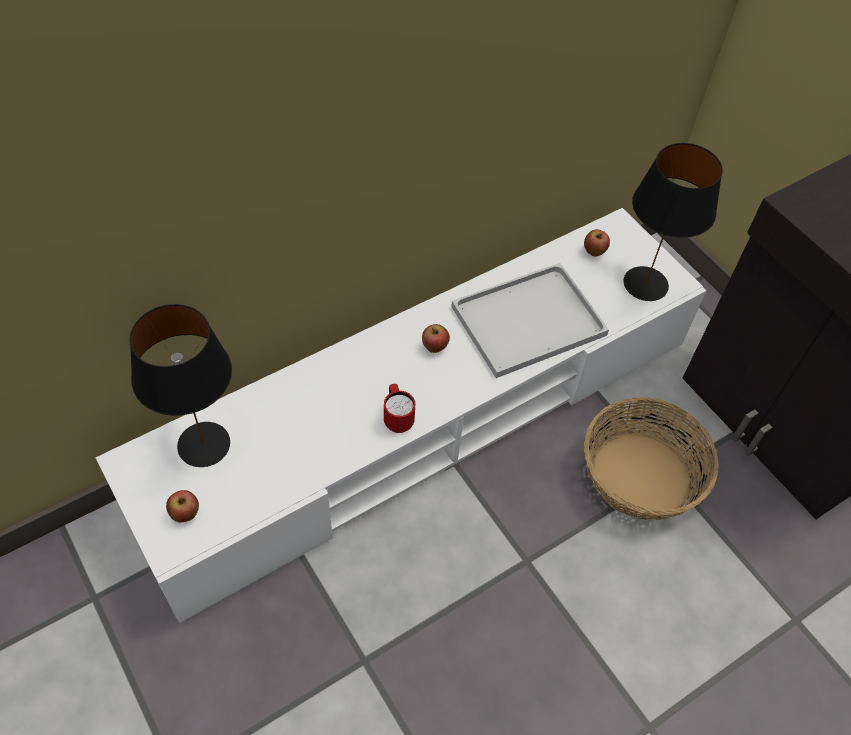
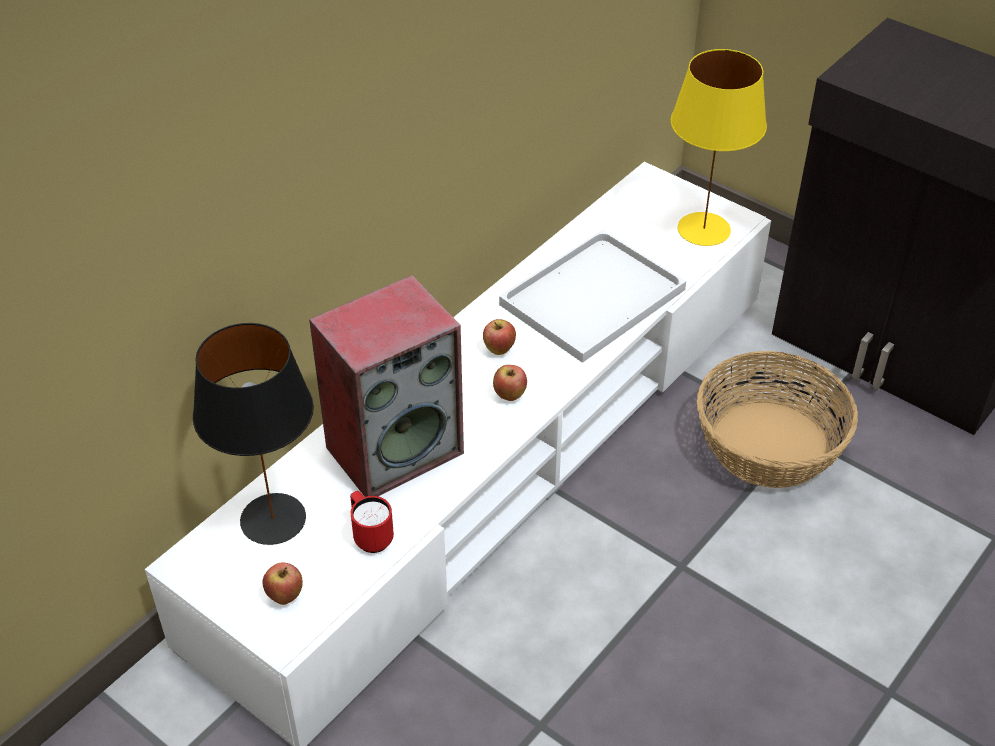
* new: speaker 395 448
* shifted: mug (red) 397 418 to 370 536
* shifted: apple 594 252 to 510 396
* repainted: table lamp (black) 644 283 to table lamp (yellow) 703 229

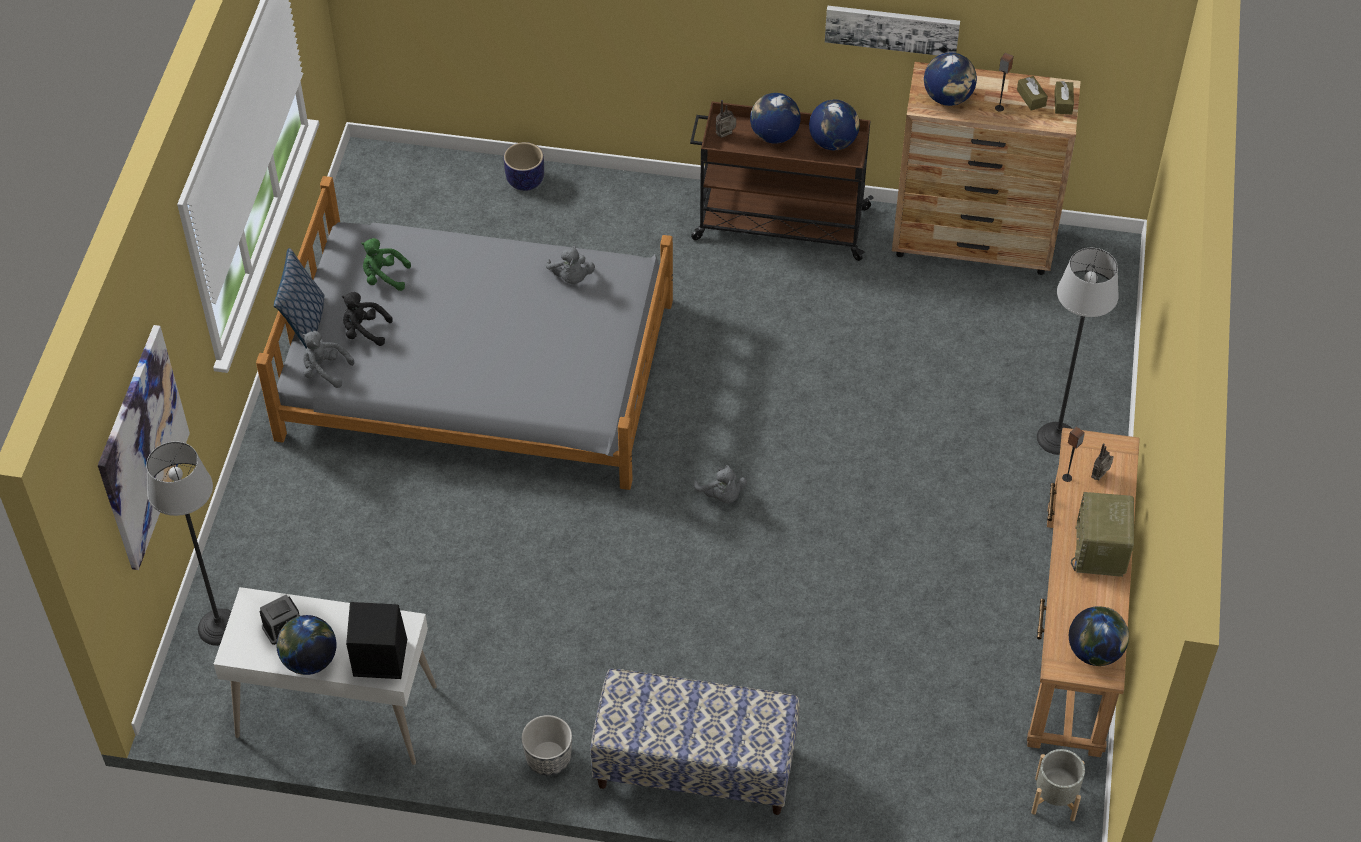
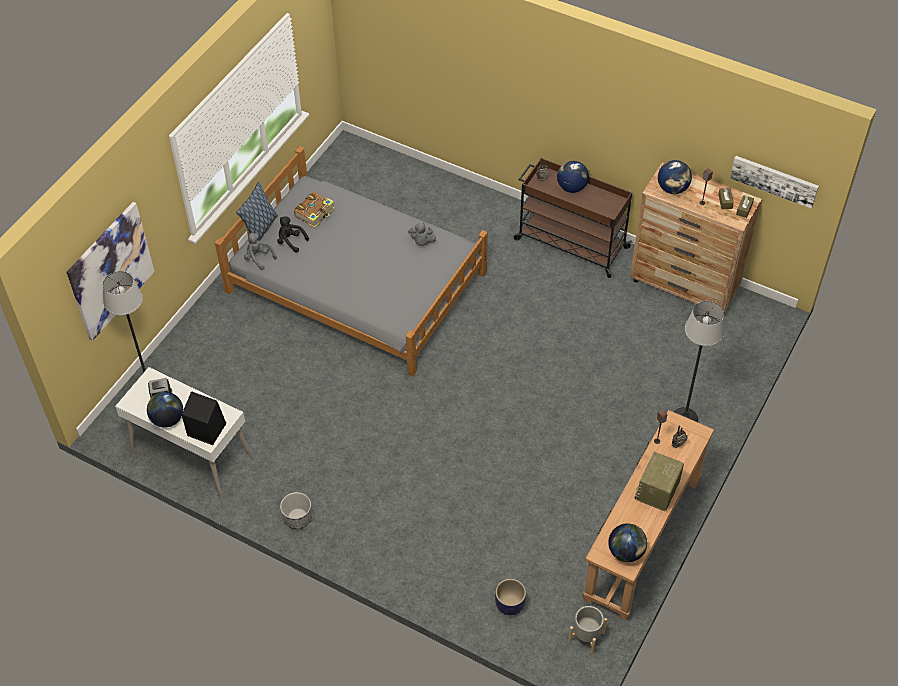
* gone: bench 694 767
* gone: plush toy (grey) 722 495
* gone: globe 833 142
* shifted: planter 525 180 to 510 604
* shifted: picture 892 29 to 774 180
* swapped: plush toy (green) 384 277 to book 315 213

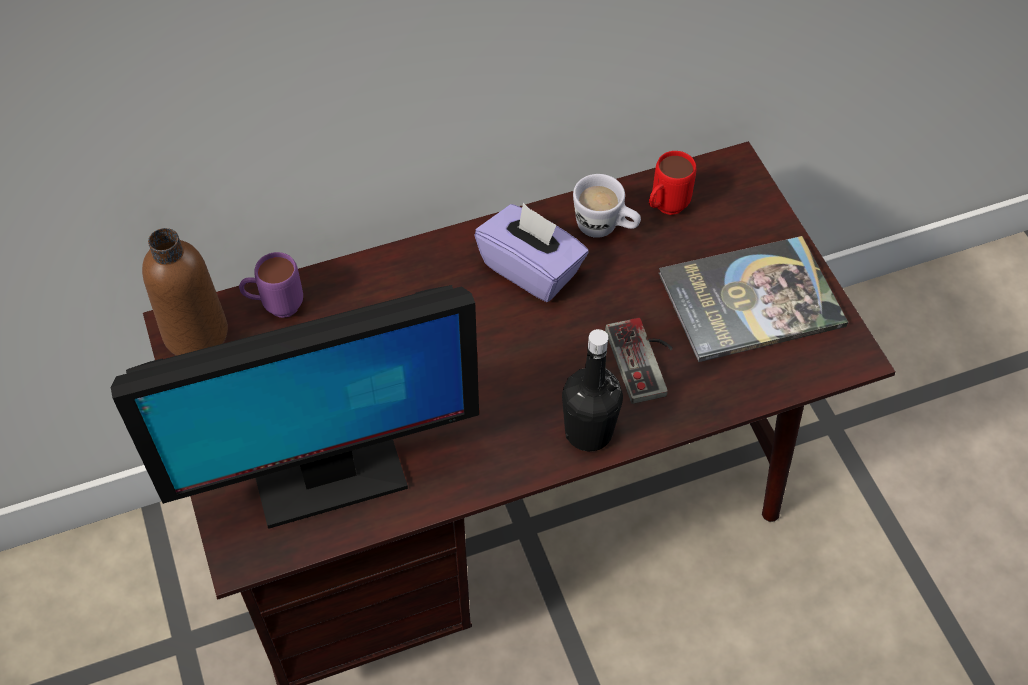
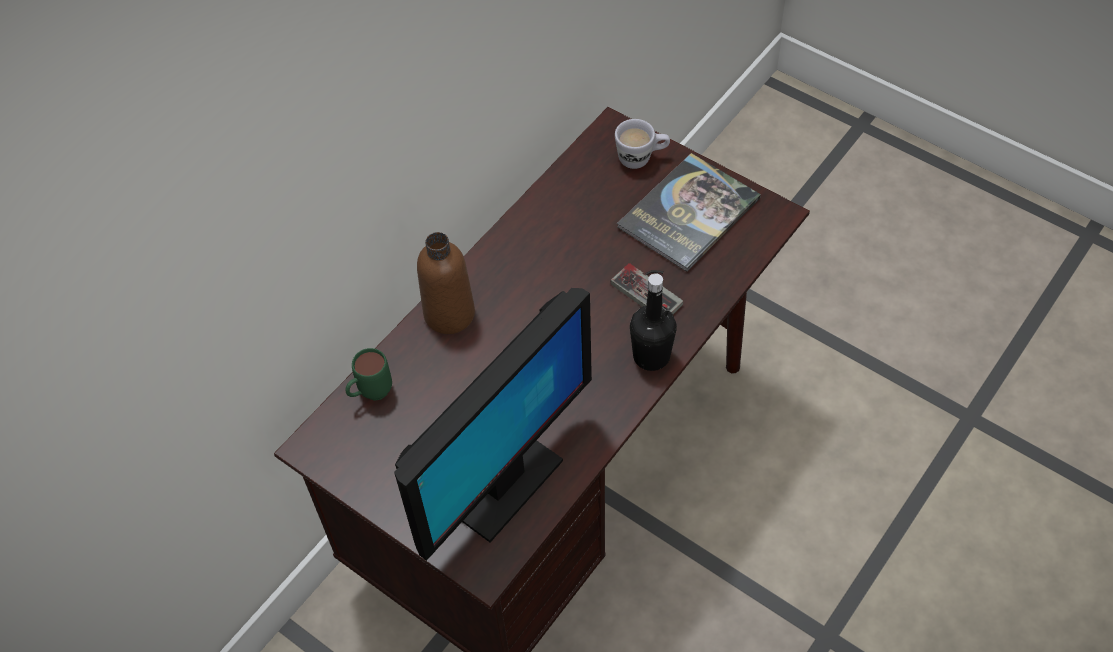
* gone: tissue box (purple) 531 269
* gone: mug (red) 664 209
* shifted: bottle (brown) 196 333 to 449 314
* shifted: mug (white) 605 228 to 641 158
* repainted: mug (purple) 275 307 to mug (green) 370 394

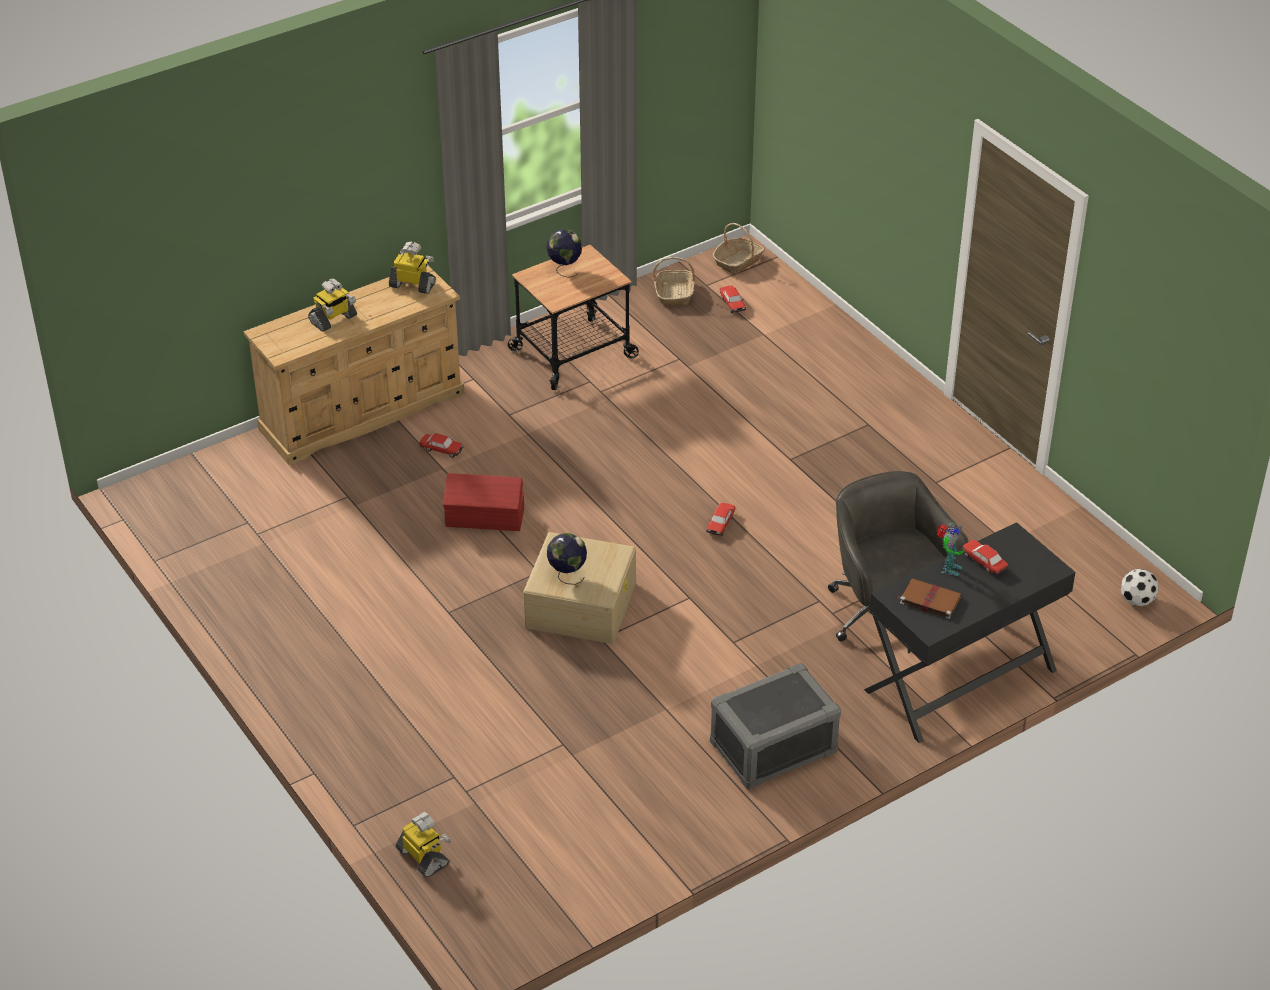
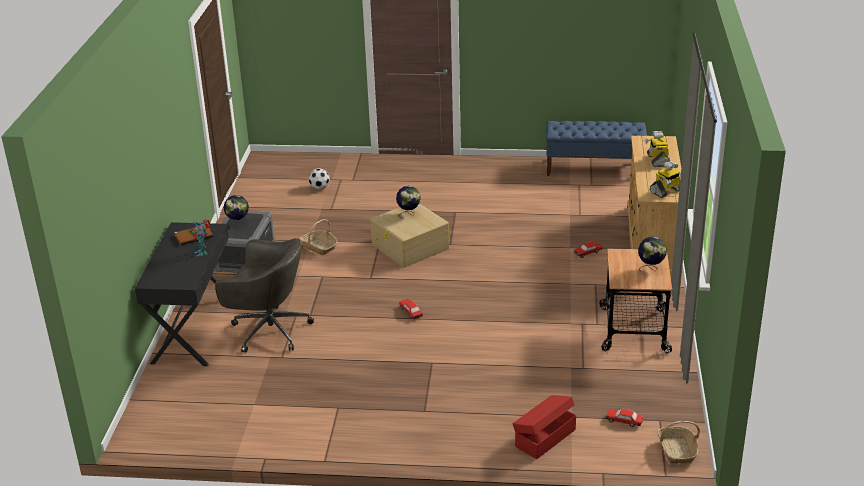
* gone: toy robot 424 857
* gone: toy car 984 562
* new: globe 238 224
* new: bench (blue) 594 168
* shifted: storage box (red) 485 518 to 544 438
* shifted: basket 674 293 to 319 247
* shifted: football 1136 600 to 320 187

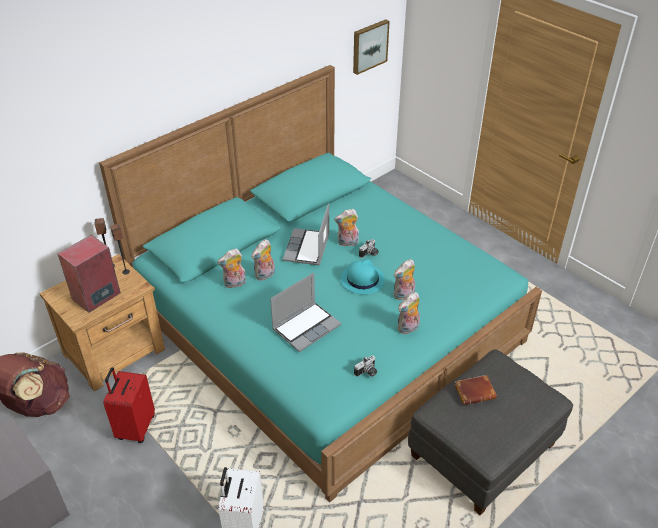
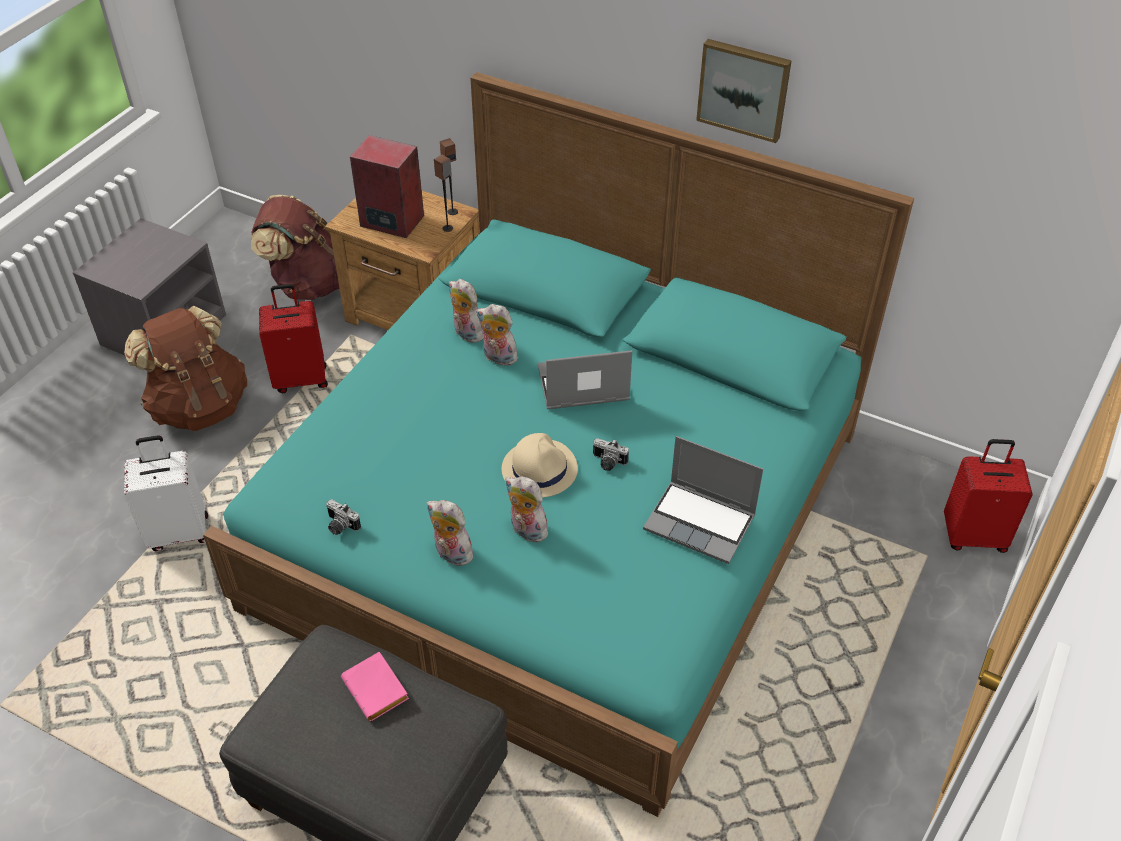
* gone: plush toy 347 243
* new: backpack (brown) 199 406
* new: suitcase (red) 973 535
* shifted: laptop 306 326 to 701 522
* shifted: picture 369 46 to 744 89
* repainted: hat (turquoise) 362 279 to hat (beige) 539 469
* repainted: book (brown) 475 391 to book (pink) 378 690

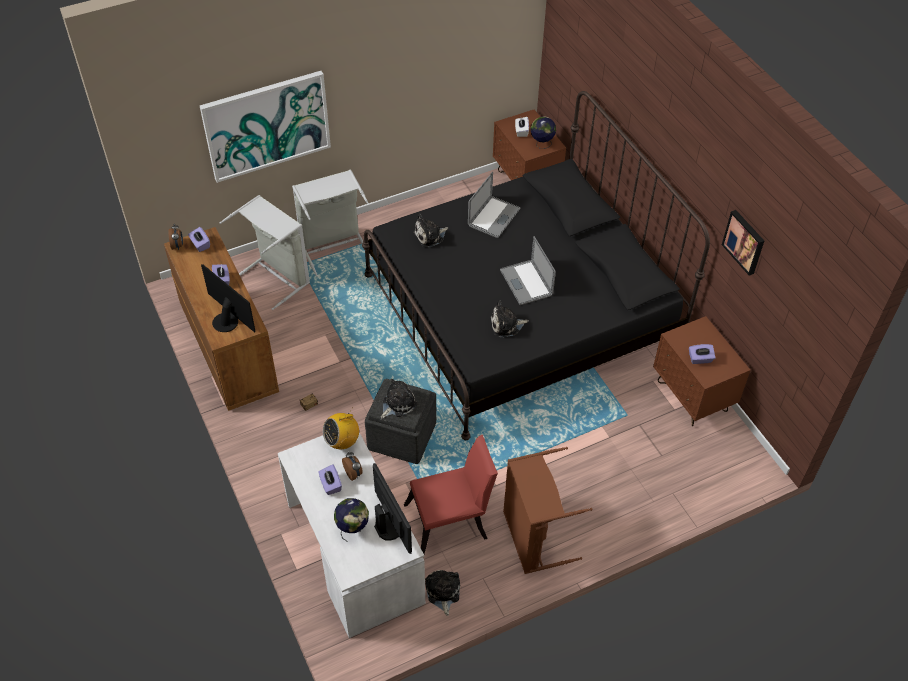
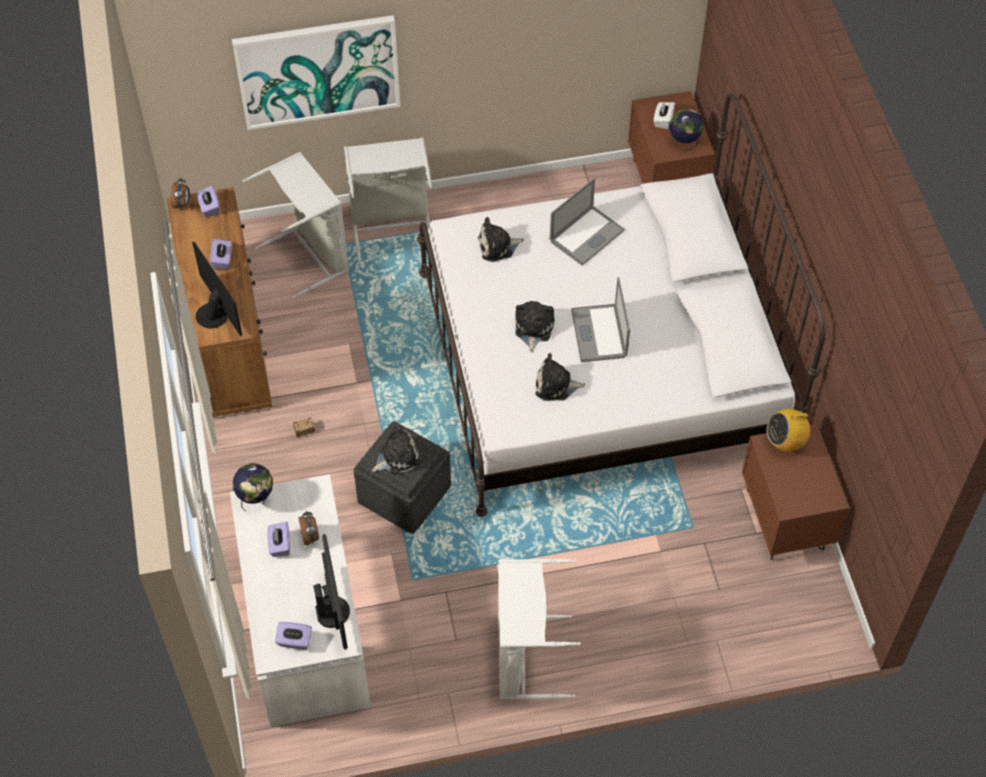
* gone: chair (red) 451 521
* gone: picture 744 241
* shifted: radio 342 442 to 785 442
* shifted: globe 353 529 to 256 499
* shifted: plush toy 442 592 to 533 329
* shifted: tissue box (purple) 700 359 to 294 641
* repainted: bed (black) 520 311 to bed (white) 601 361
* repainted: laundry basket (brown) 532 538 to laundry basket (white) 523 657

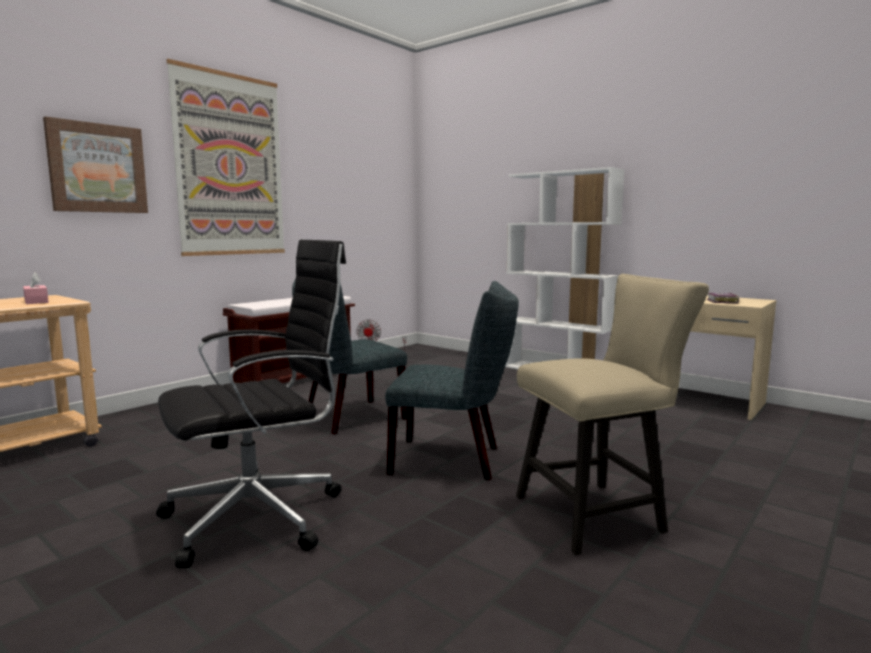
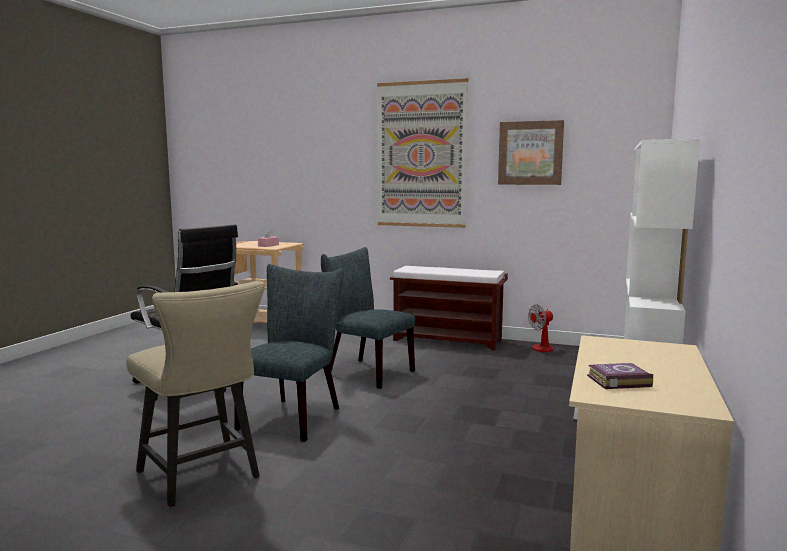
* shifted: picture 97 168 to 530 153
* rotated: chair (grey) 453 460 = 294 416 150 degrees counterclockwise

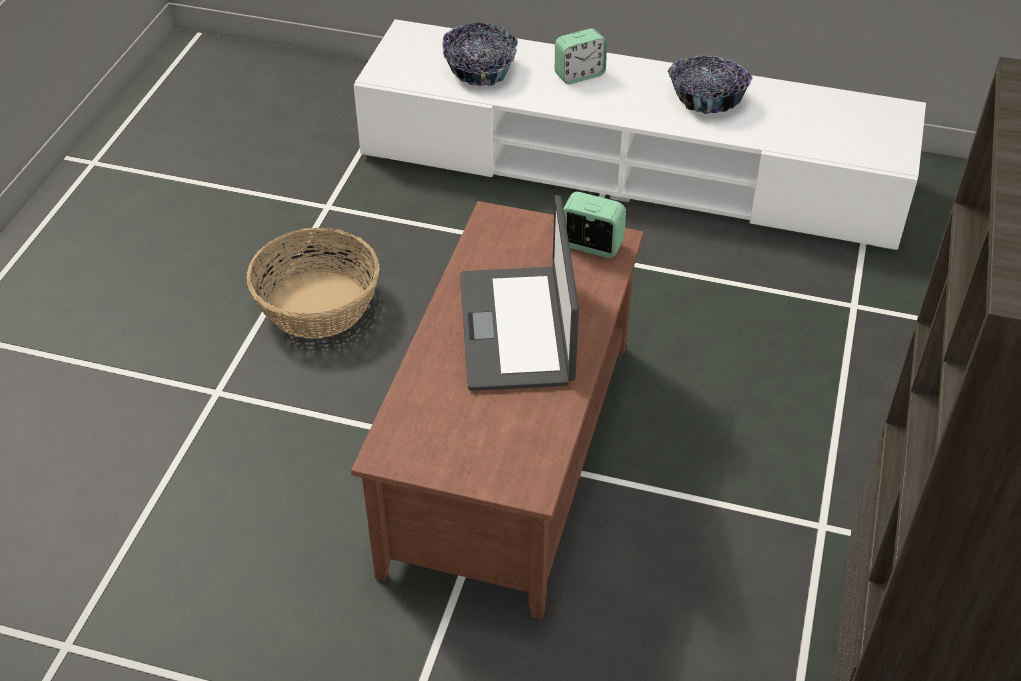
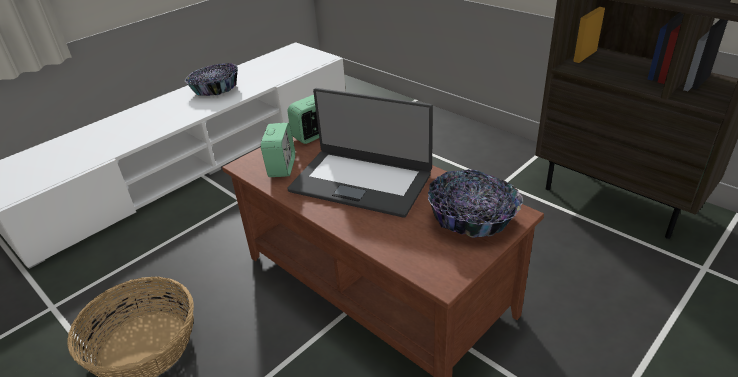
* shifted: bowl 479 69 to 472 218
* shifted: alarm clock 579 75 to 282 167

